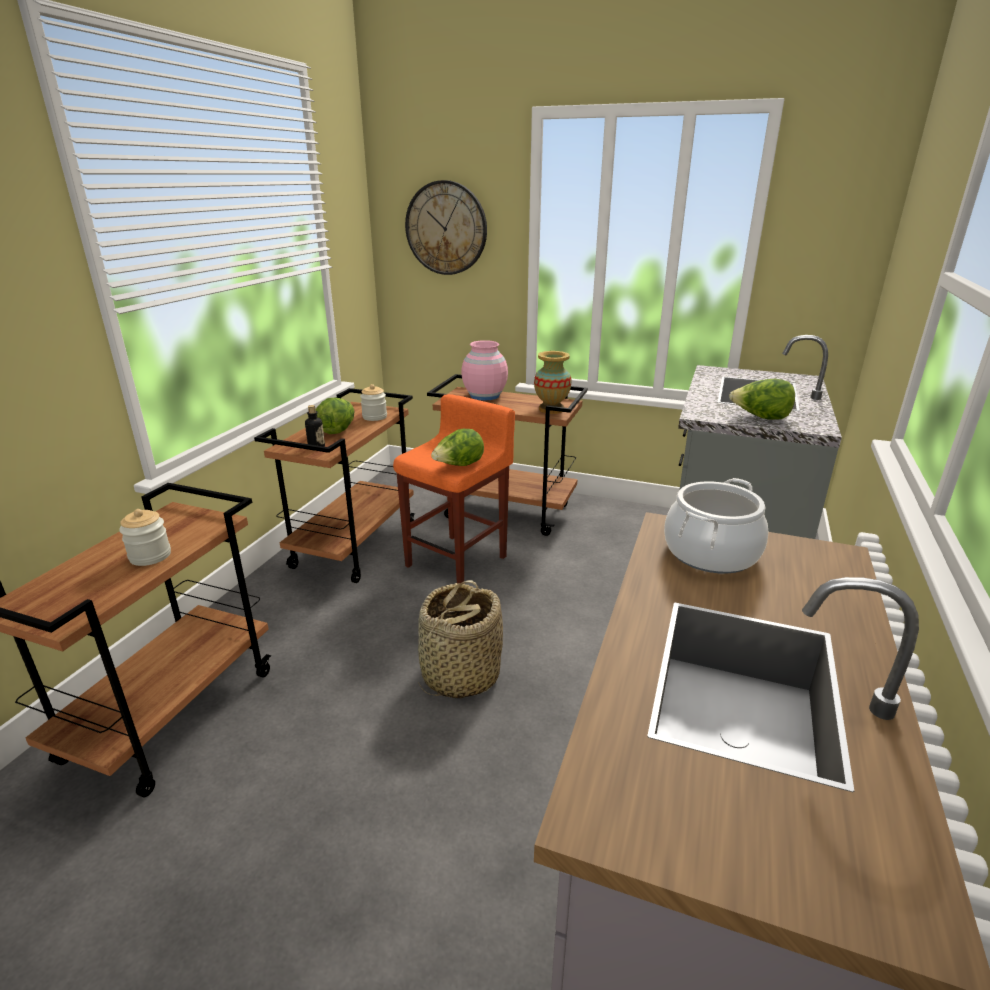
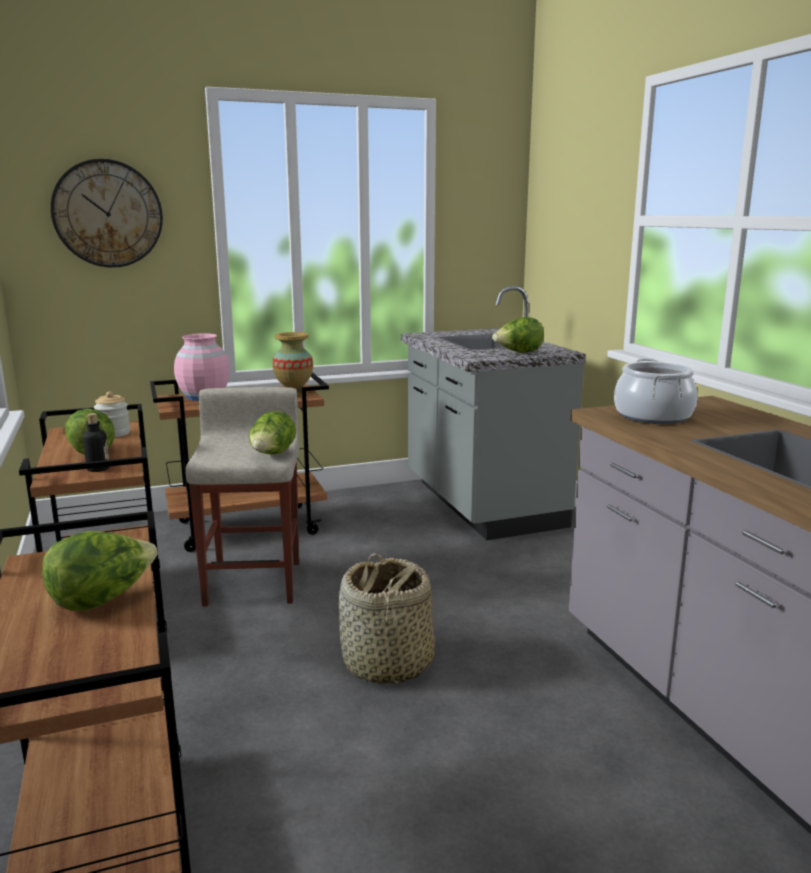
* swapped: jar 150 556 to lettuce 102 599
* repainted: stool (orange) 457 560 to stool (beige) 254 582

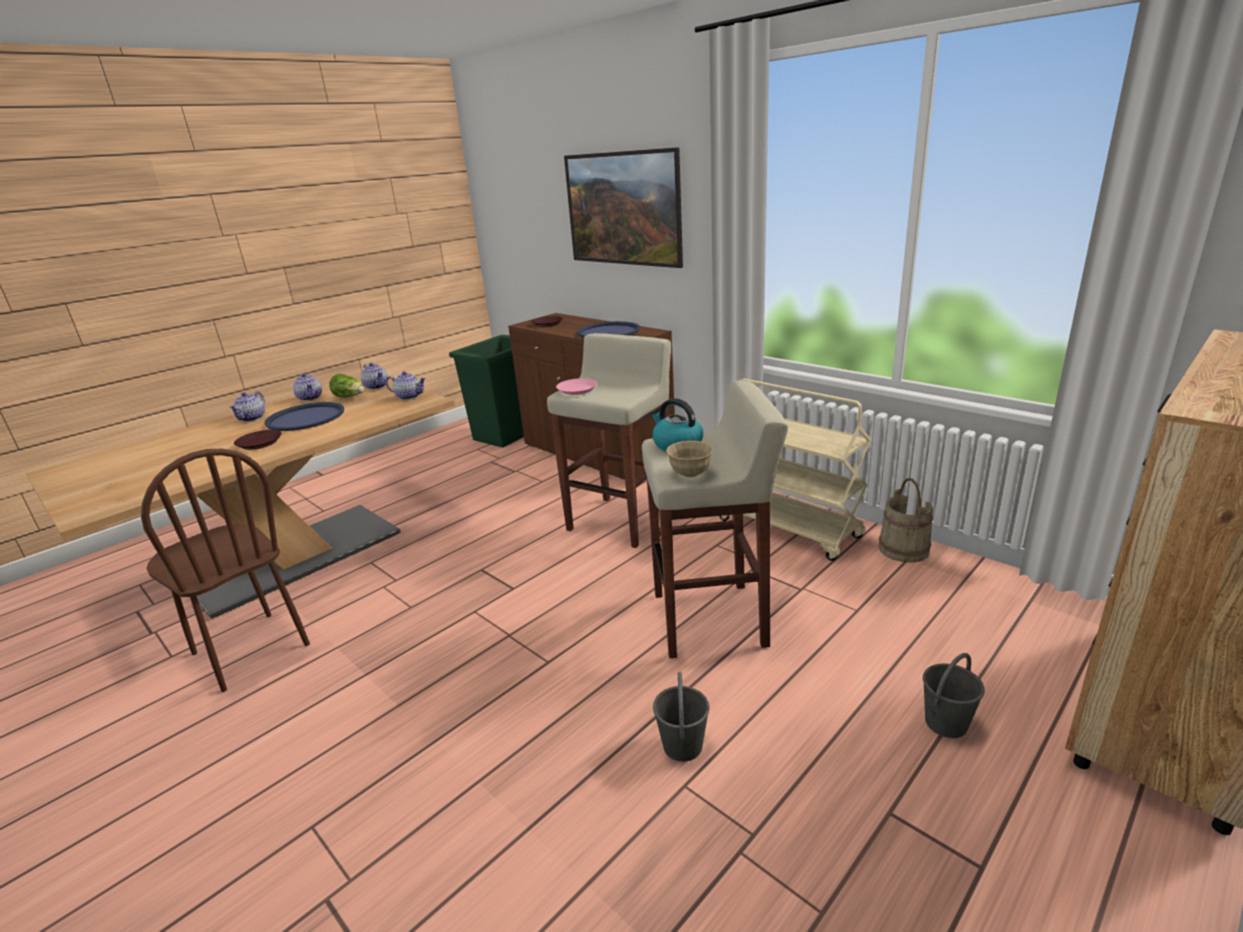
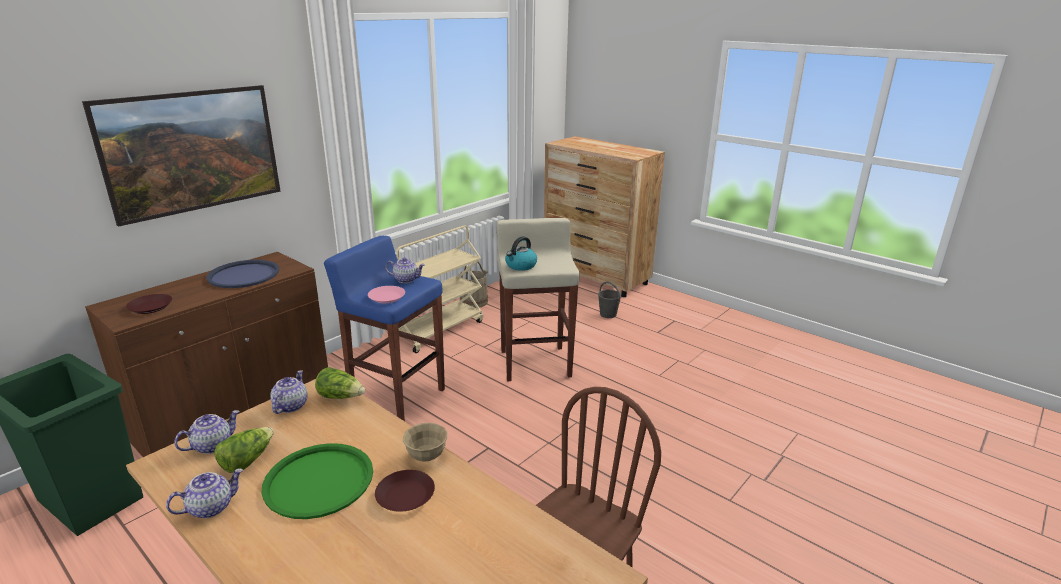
* gone: bucket (grey) 682 745
* new: lettuce 341 396
* shifted: teapot 252 418 to 406 279
* shifted: bowl (beige) 690 474 to 426 456
* repainted: tray (blue) 305 418 to tray (green) 319 481
* repainted: stool (beige) 621 521 to stool (blue) 397 397

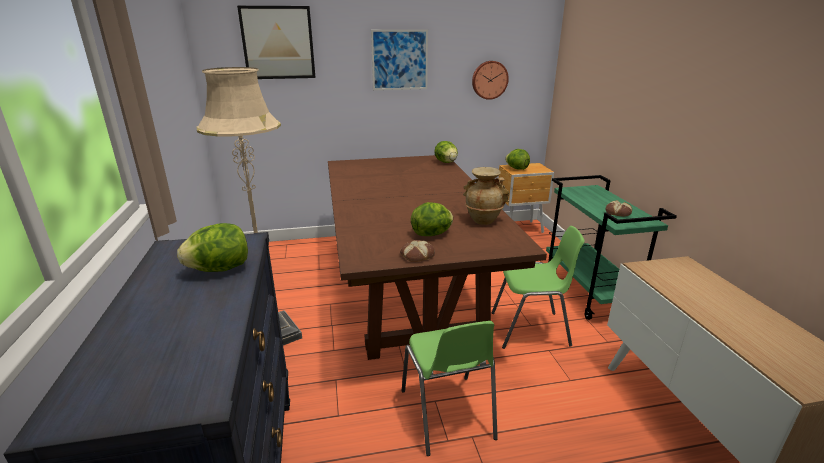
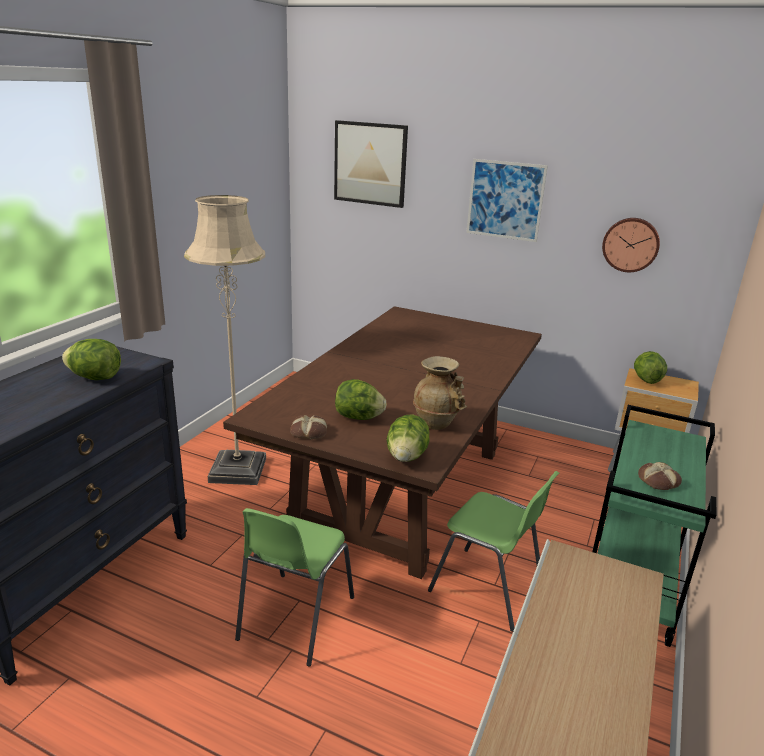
* shifted: lettuce 446 162 to 406 457

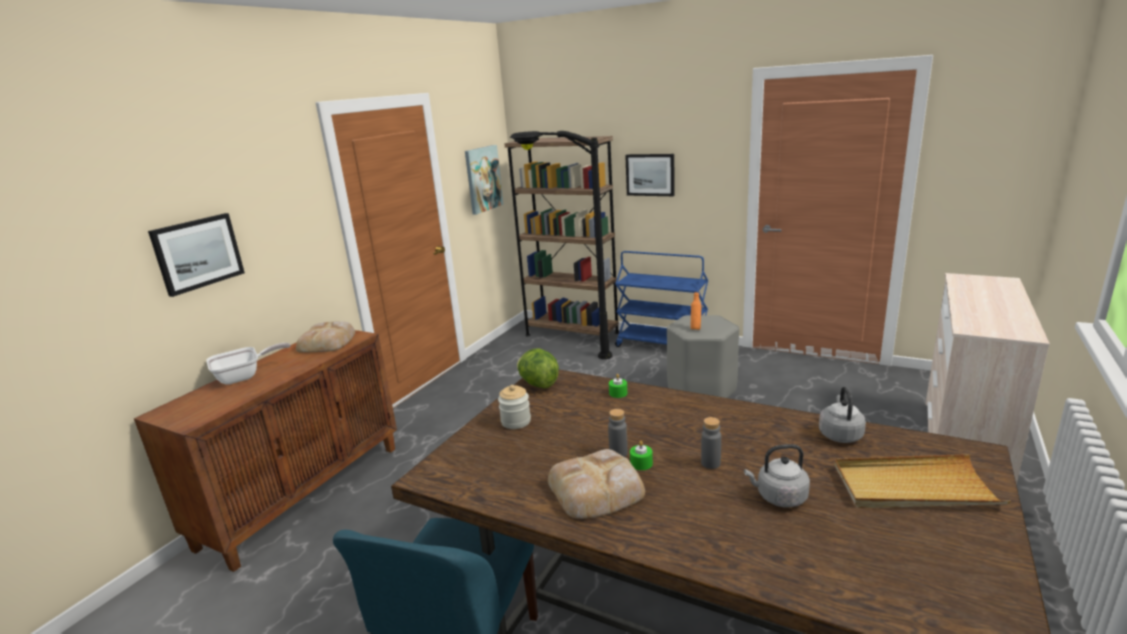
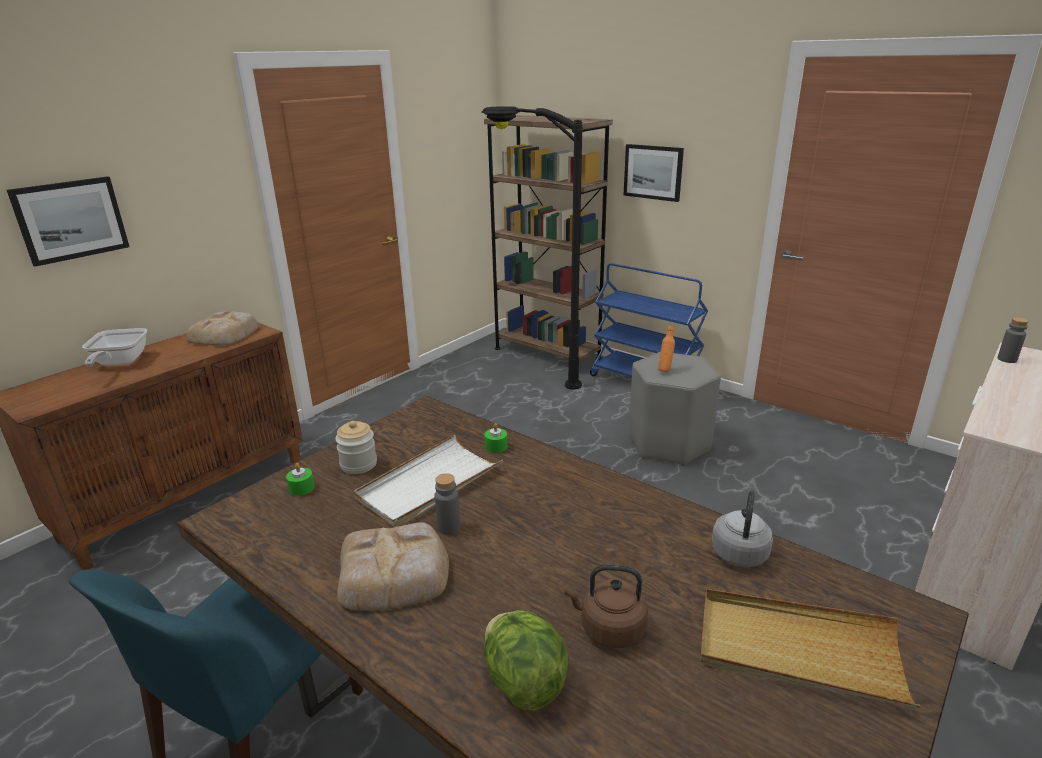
* gone: picture 483 179
* new: tray (white) 429 484
* shifted: lettuce 538 384 to 523 681
* shifted: candle (green) 641 463 to 301 488
* shifted: bottle (grey) 710 463 to 1007 359
* repainted: kettle (grey) 779 497 to kettle (brown) 608 629
* rotated: frying pan 244 376 = 119 363 105 degrees clockwise

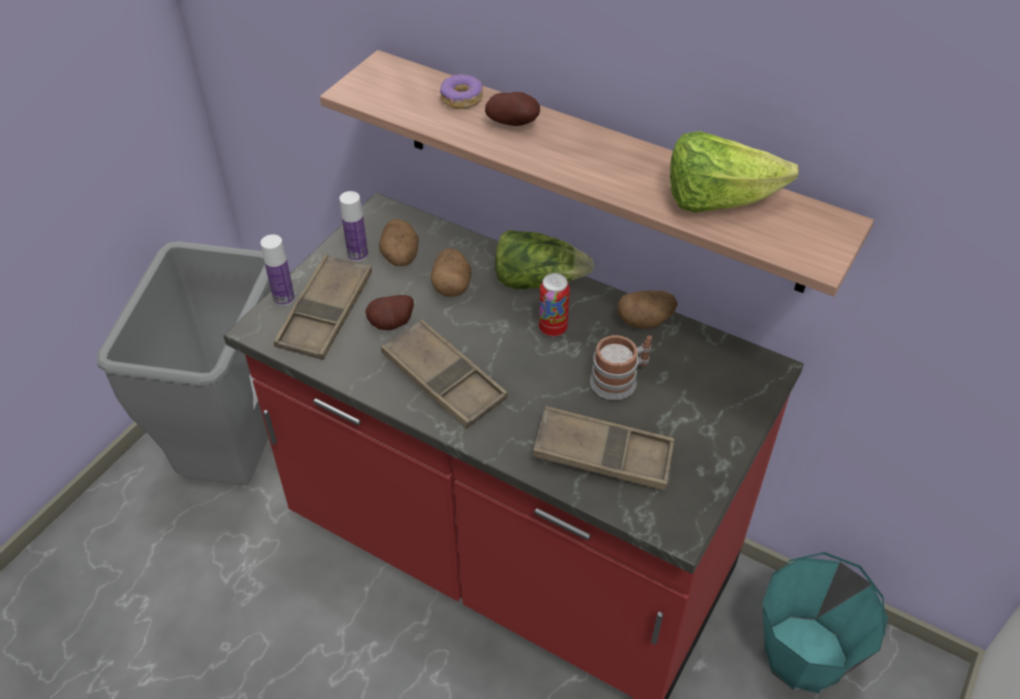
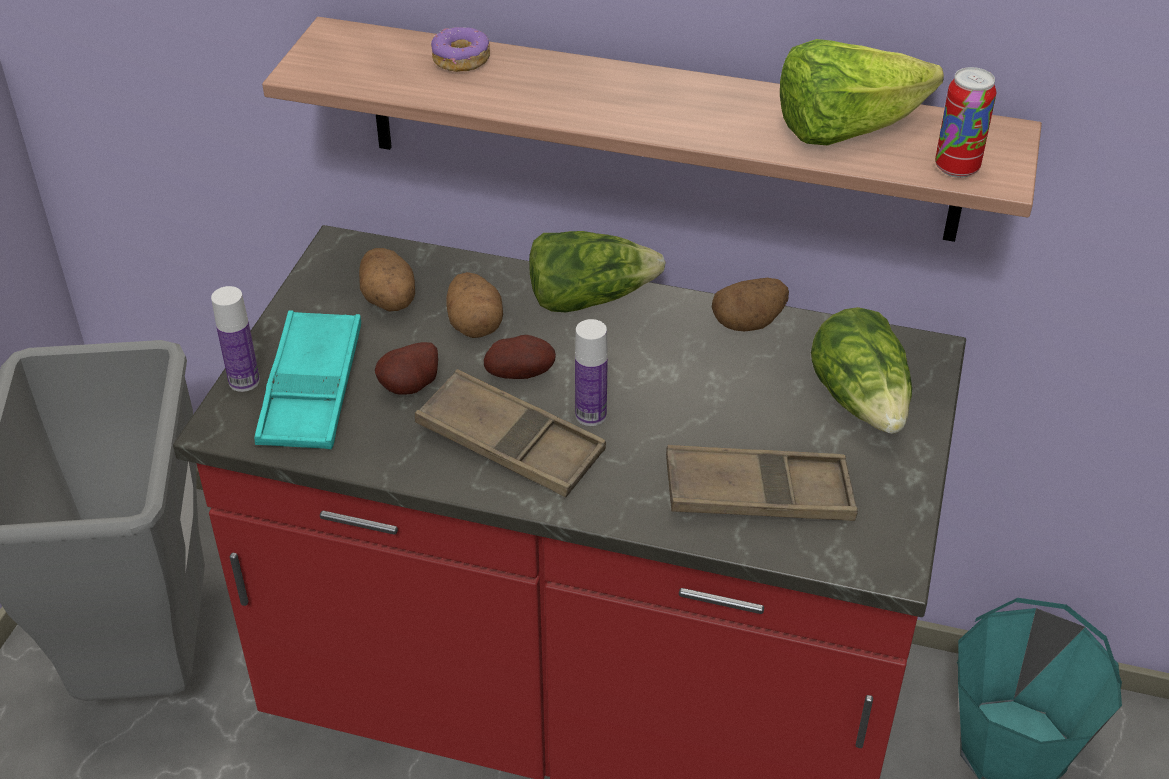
* gone: mug 620 380
* new: lettuce 862 401
* shifted: bottle 358 254 to 591 415
* shifted: potato 514 123 to 521 374
* shifted: can 553 328 to 956 168
* repainted: tray (brown) 325 313 to tray (turquoise) 311 389

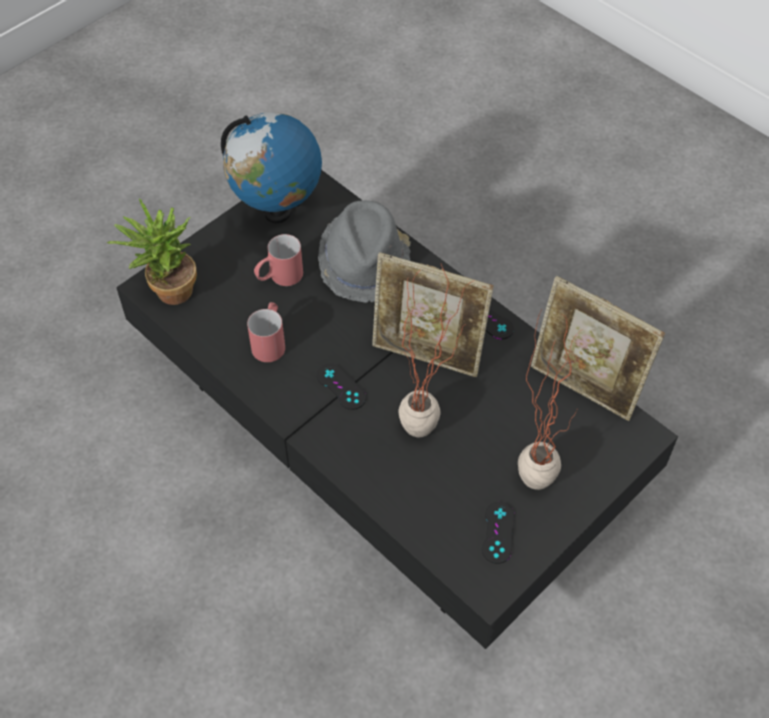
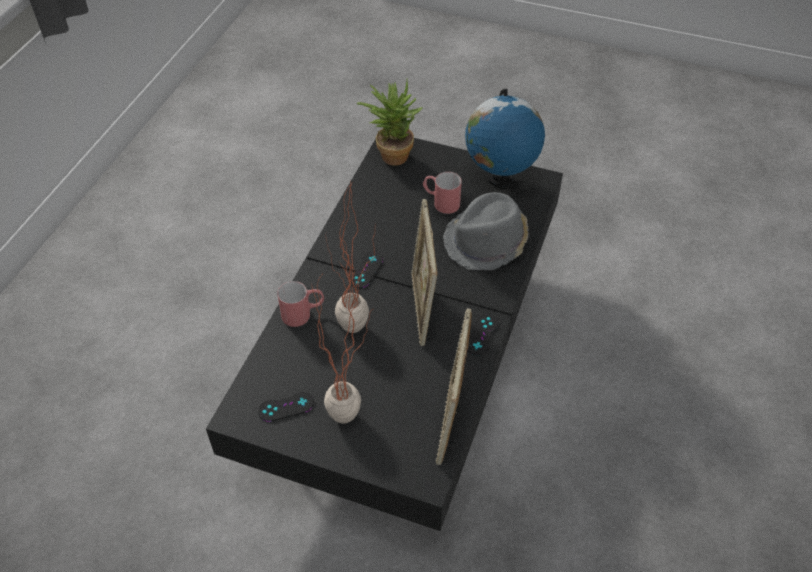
* shifted: mug (red) 270 341 to 303 313

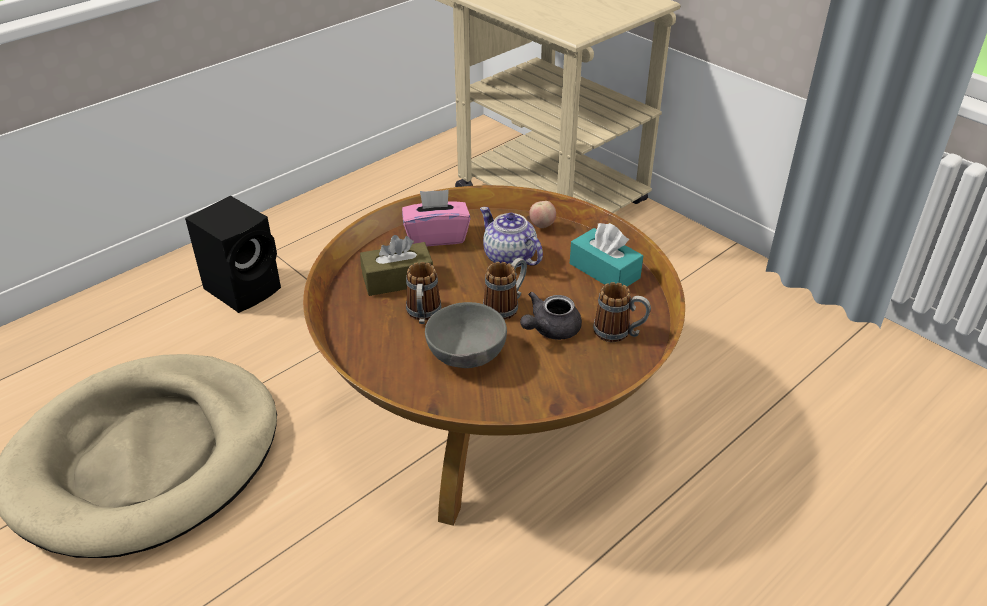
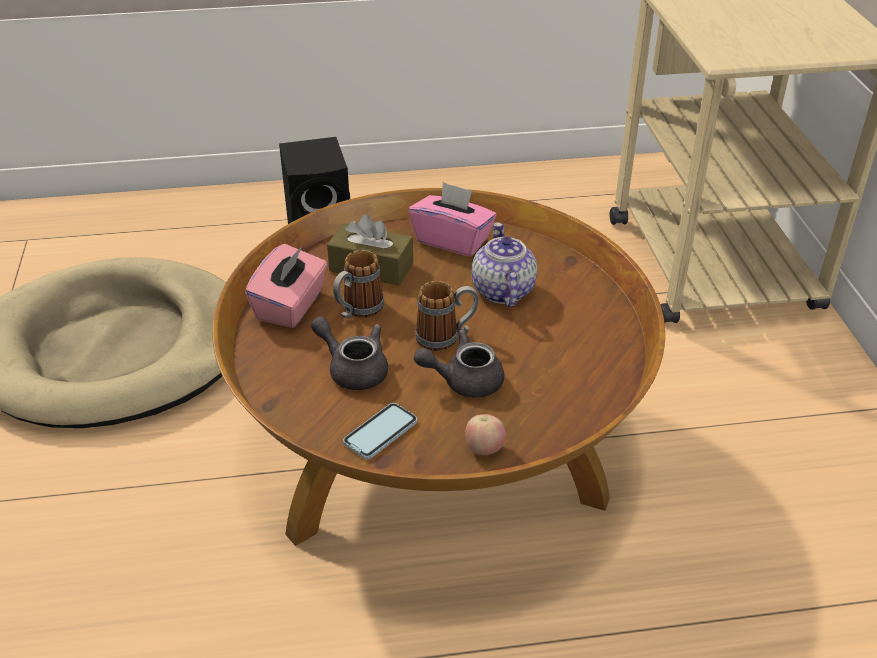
* gone: tissue box (turquoise) 604 271
* gone: mug 619 333
* new: tissue box (pink) 291 306
* new: phone 380 432
* shifted: apple 542 225 to 484 449
* swapped: bowl (grey) 466 357 to teapot (grey) 353 369

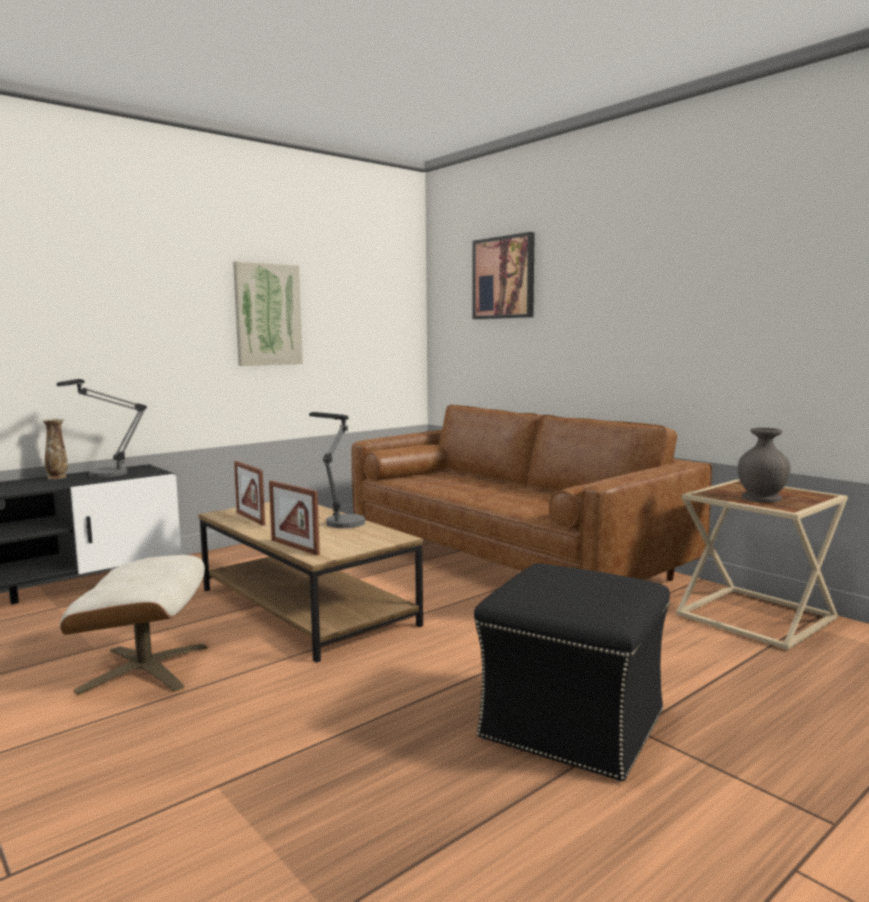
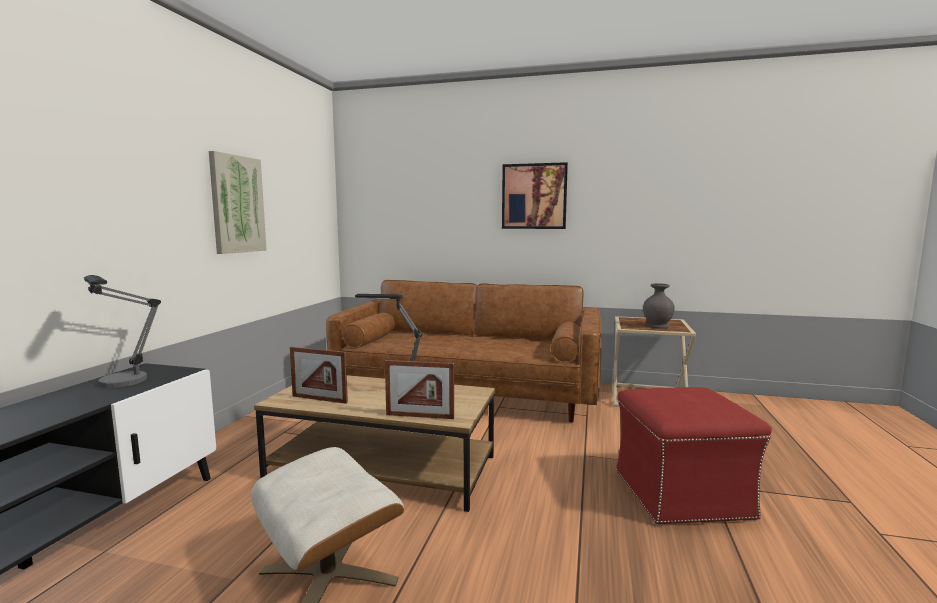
* gone: vase 57 477
* shifted: picture 504 278 to 534 196
* repainted: ottoman (black) 570 724 to ottoman (red) 680 494

